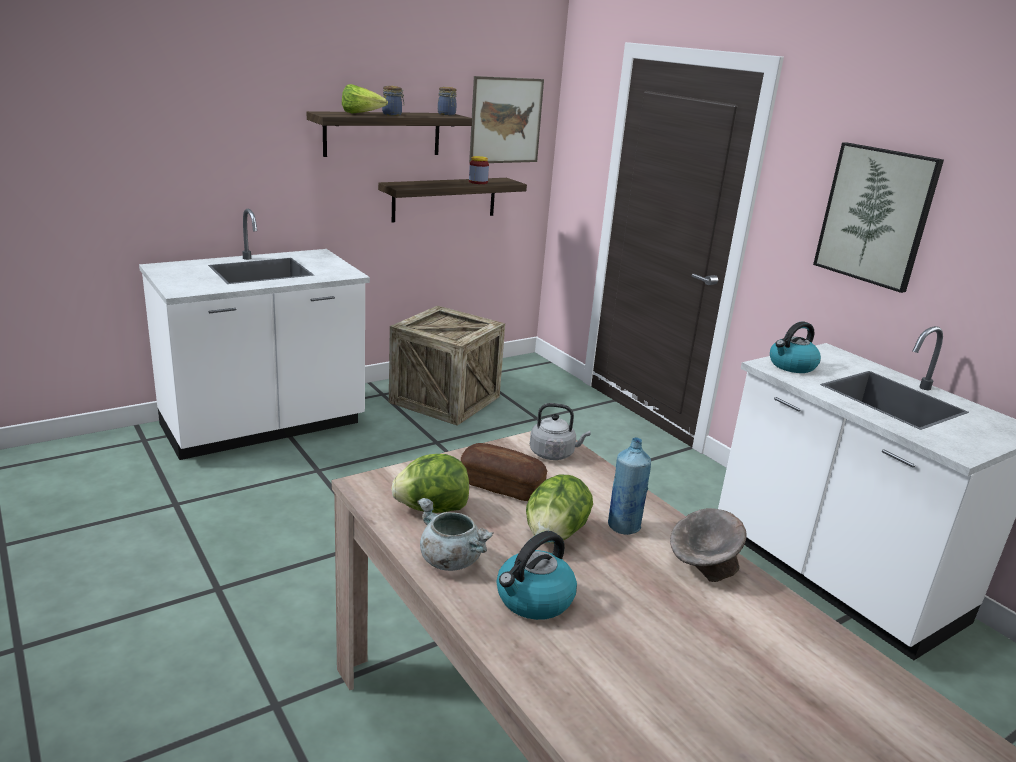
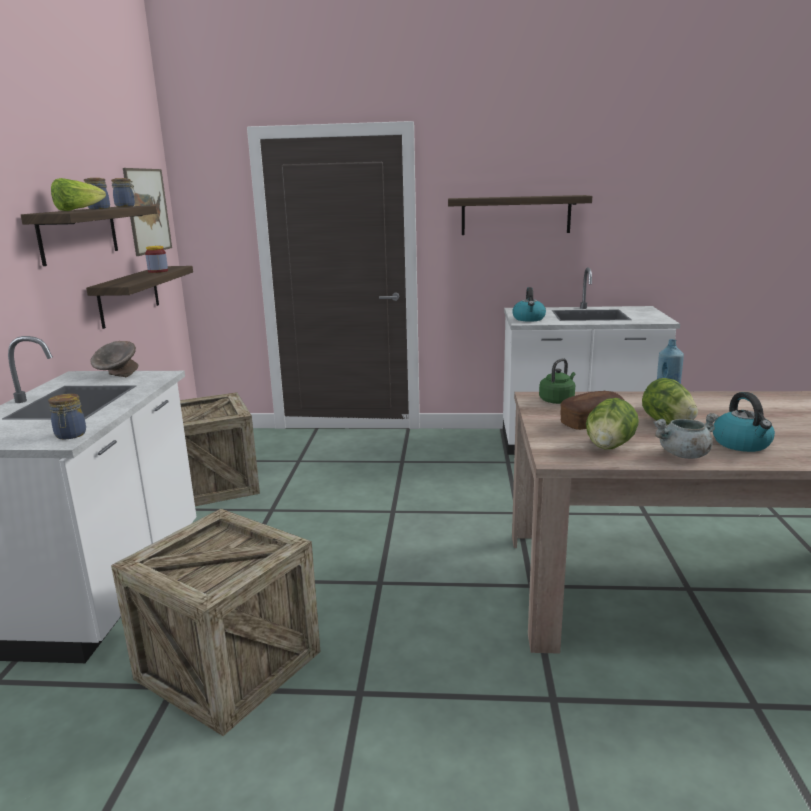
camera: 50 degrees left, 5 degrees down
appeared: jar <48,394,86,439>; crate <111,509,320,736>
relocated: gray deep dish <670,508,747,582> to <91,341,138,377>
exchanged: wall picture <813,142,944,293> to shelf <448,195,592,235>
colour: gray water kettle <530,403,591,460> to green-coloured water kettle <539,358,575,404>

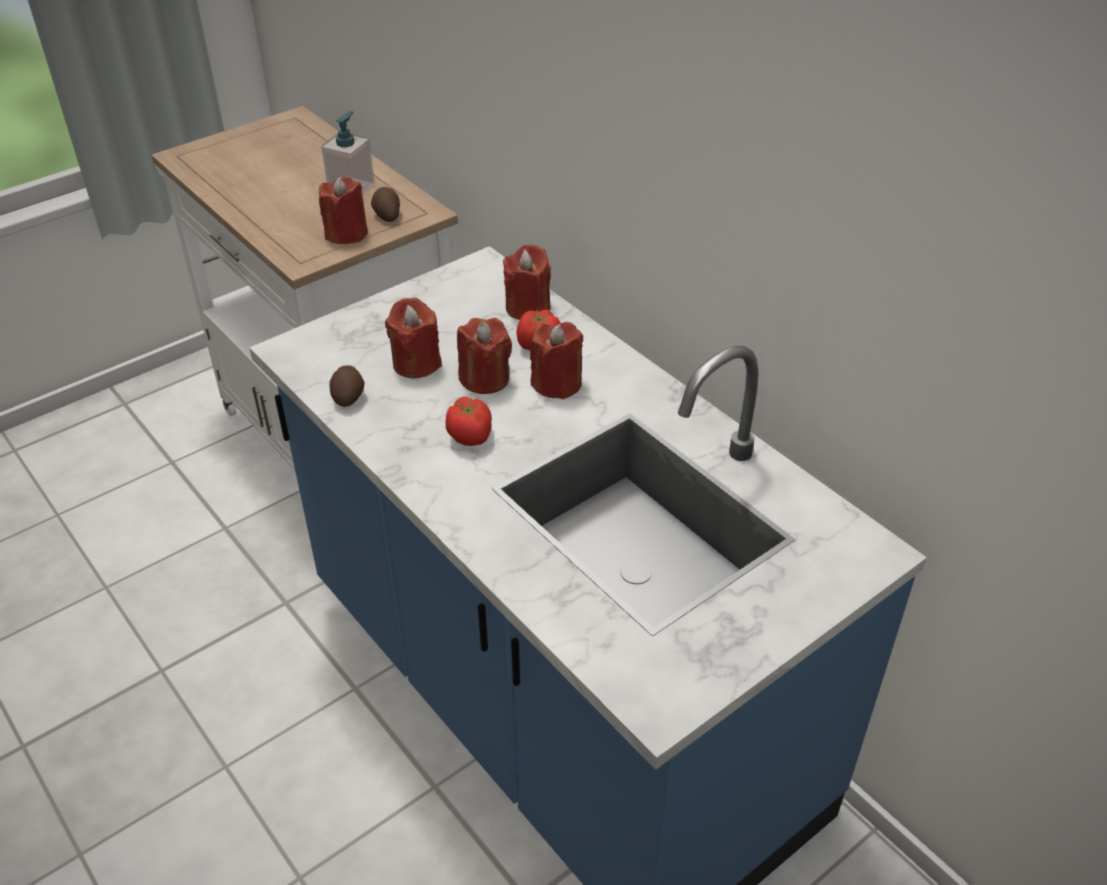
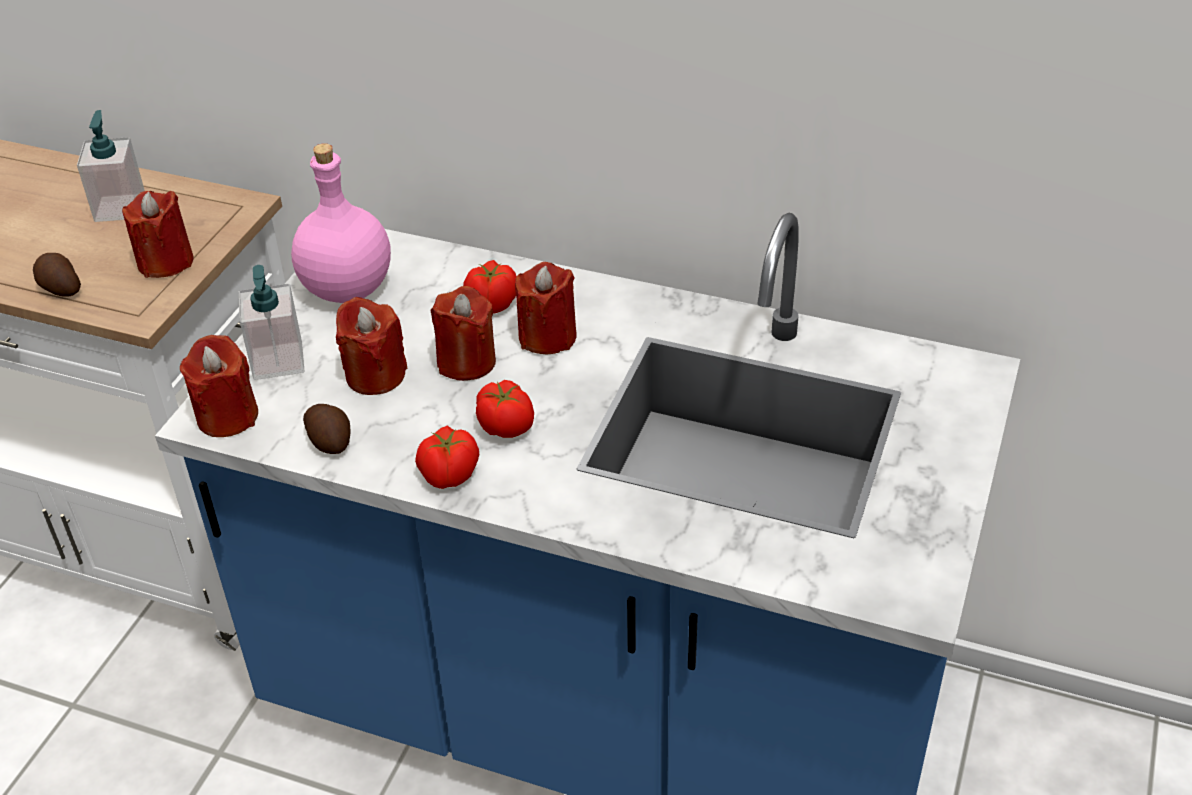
camera: 30 degrees left, 0 degrees up
appeared: liquid soap bottle <238,265,304,380>; pink beverage bottle <291,143,391,303>; whole tomato <415,425,479,489>
relocated: spud <371,187,400,222> to <33,253,81,297>; reddish candle <503,245,551,320> to <180,335,258,437>

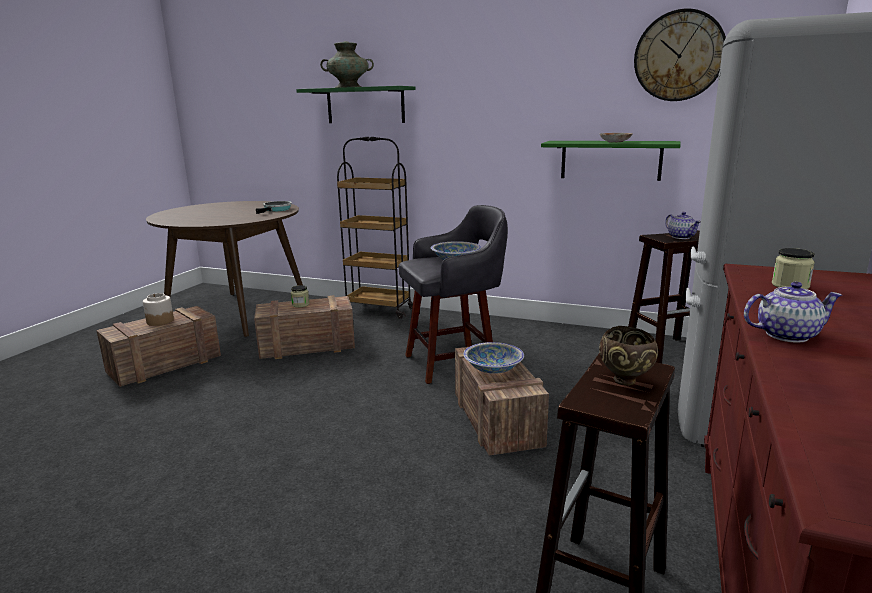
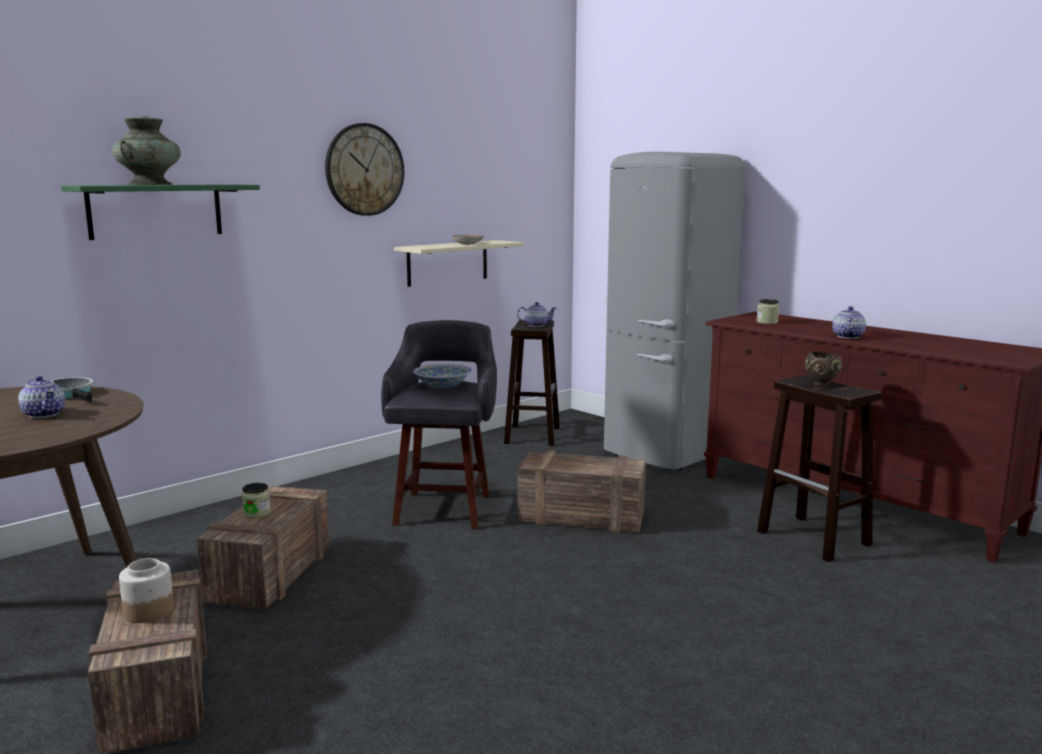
camera: 65 degrees left, 5 degrees down
missing: brown wheeled cart <337,137,413,319>; deep dish <463,342,524,374>
appeared: teapot <18,376,65,418>
relocated: wall clock <634,9,726,101> to <325,123,404,216>
colour: green-coloured shelf <541,141,681,181> to beige-coloured shelf <394,240,524,287>

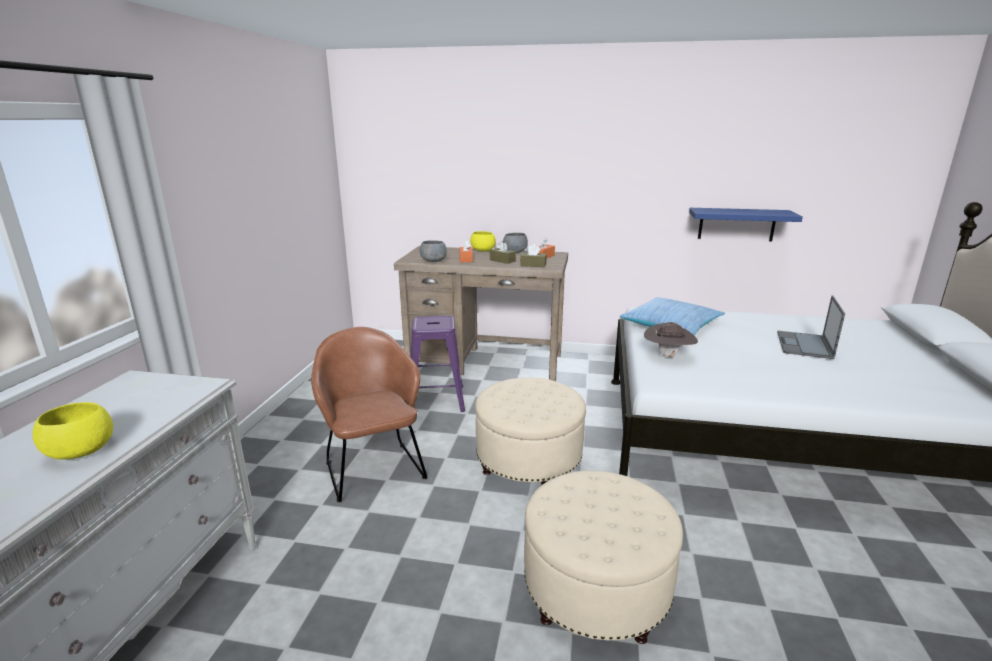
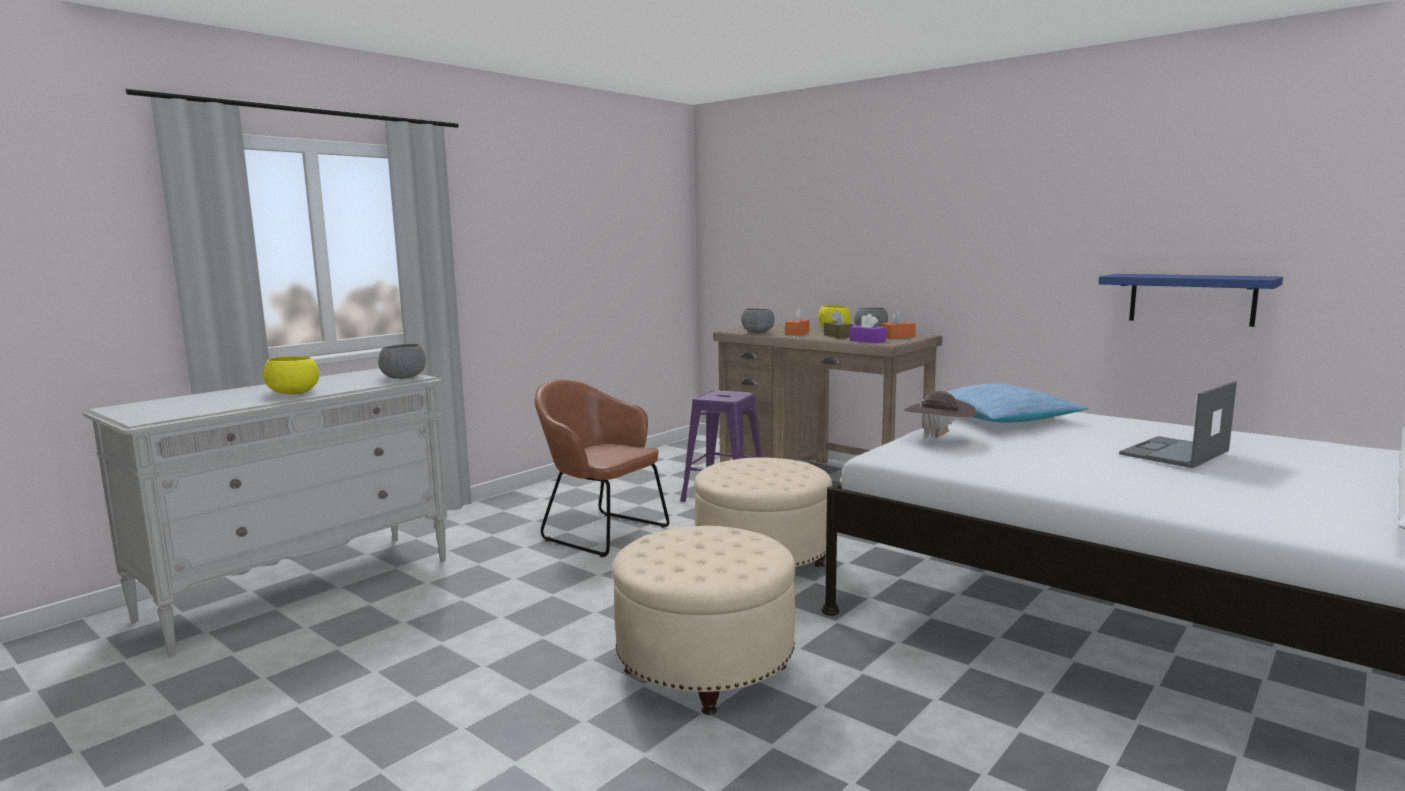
camera: 30 degrees right, 10 degrees down
appeared: gray deep dish <378,344,426,379>
colour: brown tissue holder <520,244,547,267> to purple-coloured tissue holder <850,314,886,343>
spun: brown lounge chair <311,327,427,502> = <535,379,669,557> 60 degrees counterclockwise

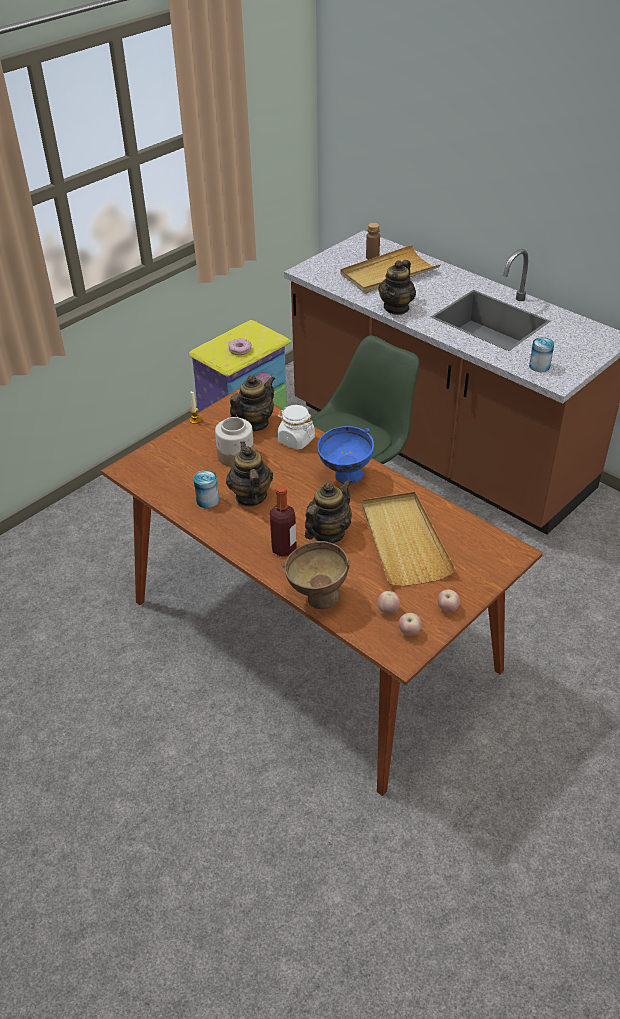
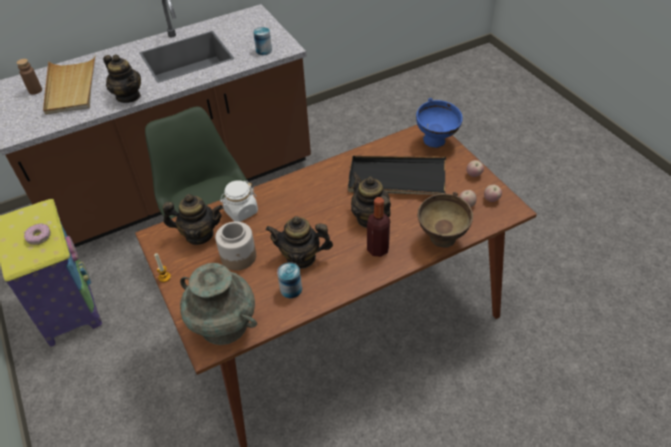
camera: 70 degrees left, 5 degrees up
appeared: turquoise vase <180,263,257,345>
relocated: blue-coloured deep dish <317,426,374,485> to <416,98,463,148>
colour: beige-coloured serving tray <361,492,456,586> to black-coloured serving tray <348,156,446,195>
spun: teapot <230,375,276,431> = <163,194,223,245> 120 degrees clockwise

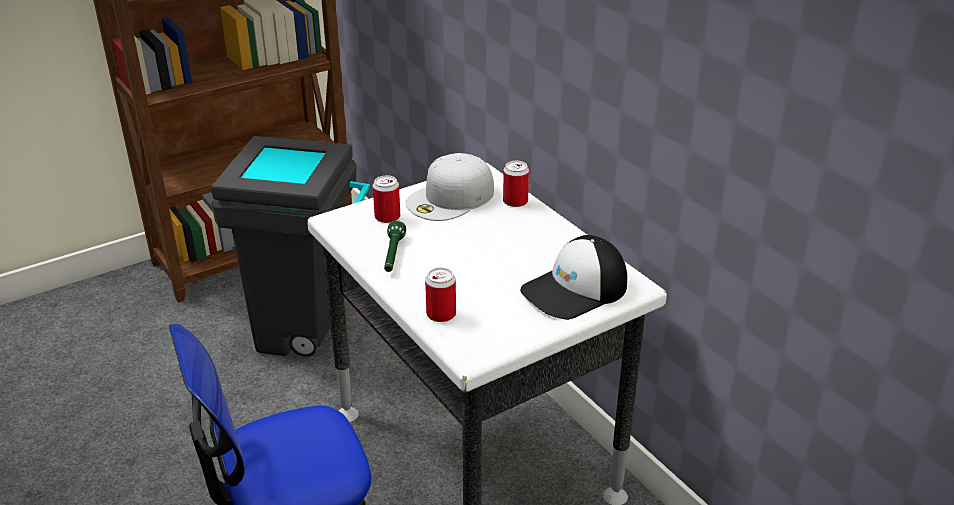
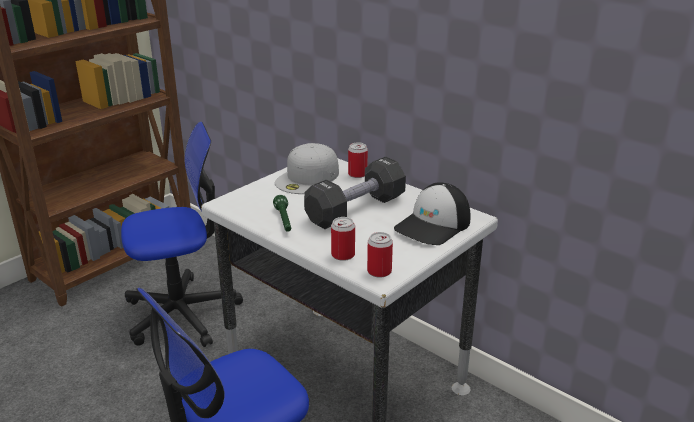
camera: 15 degrees left, 5 degrees down
appeared: black-coloured hand weight <304,157,406,229>
relocated: sealed can <373,175,400,223> to <367,232,393,278>
exchanged: gray rubbish bin <211,136,370,357> to office chair <121,122,243,347>

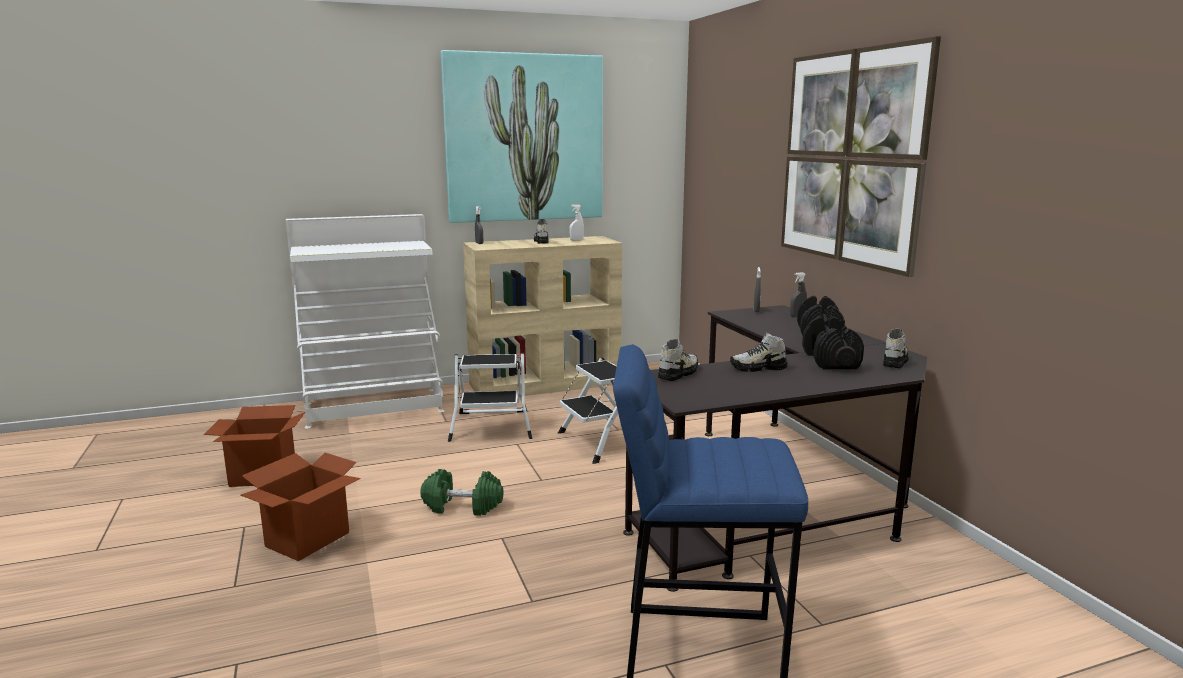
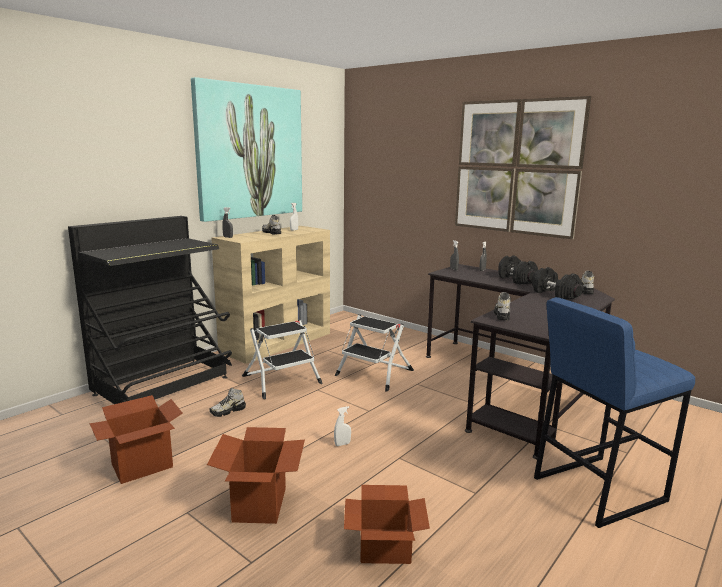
camera: 30 degrees left, 0 degrees up
appeared: cardboard box <344,485,430,564>
relocated: low shoe <730,332,787,372> to <209,388,246,417>
exchanged: green-coloured hand weight <420,469,503,516> to white-coloured sprayer <334,406,351,446>
colour: white-coloured shoe shelf <286,214,444,428> to black-coloured shoe shelf <68,216,232,404>

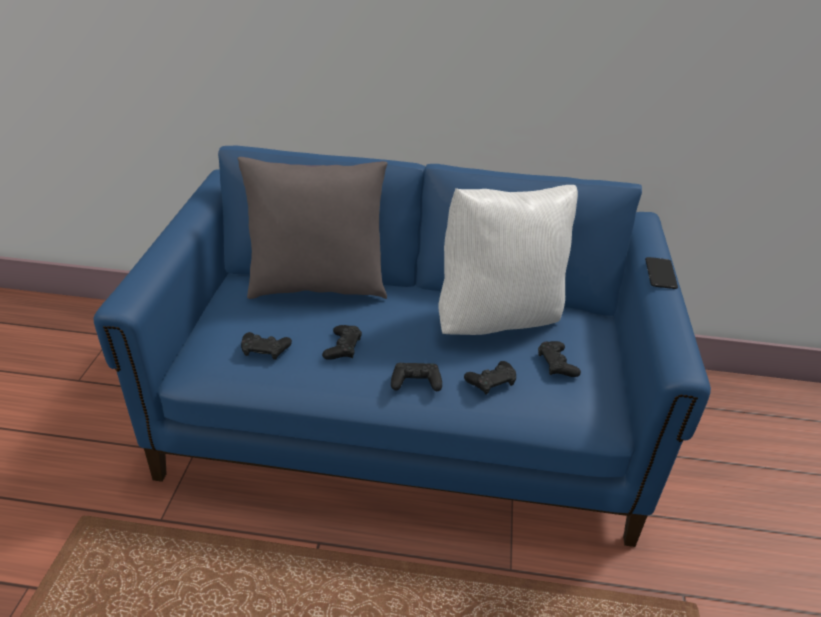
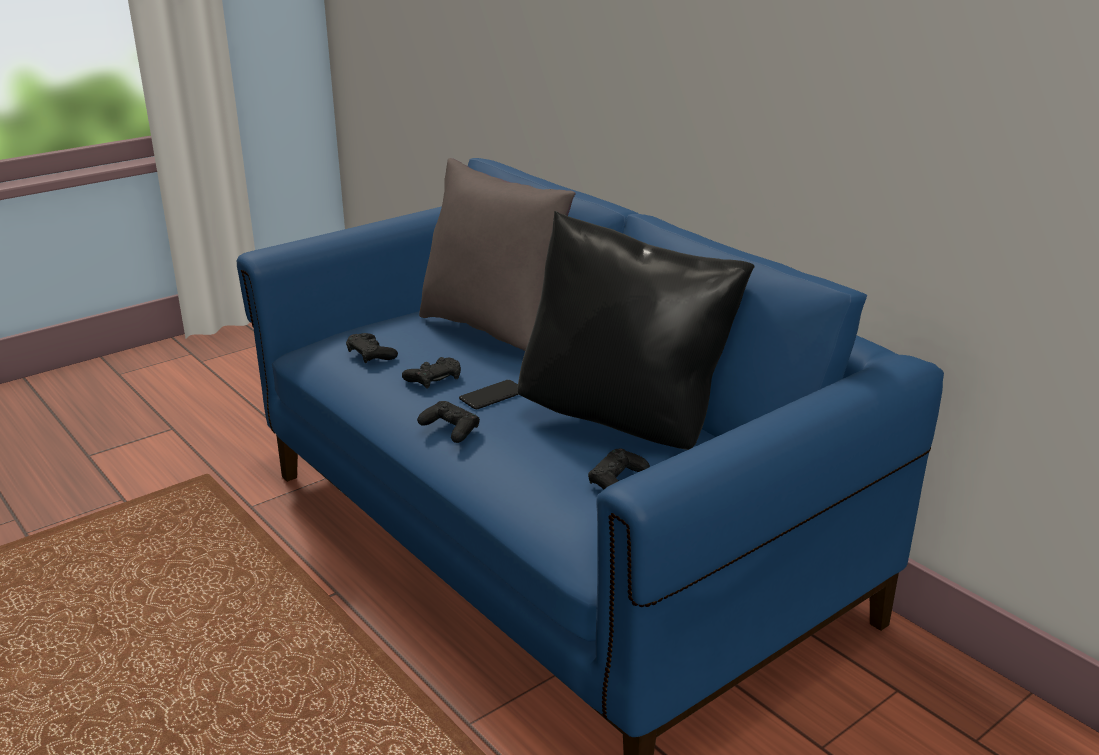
camera: 45 degrees right, 10 degrees down
missing: black-coloured joypad <464,361,516,394>
relocated: telephone <645,257,678,289> to <459,380,519,409>
colour: white-coloured pillow <439,185,578,335> to black-coloured pillow <517,211,755,450>

